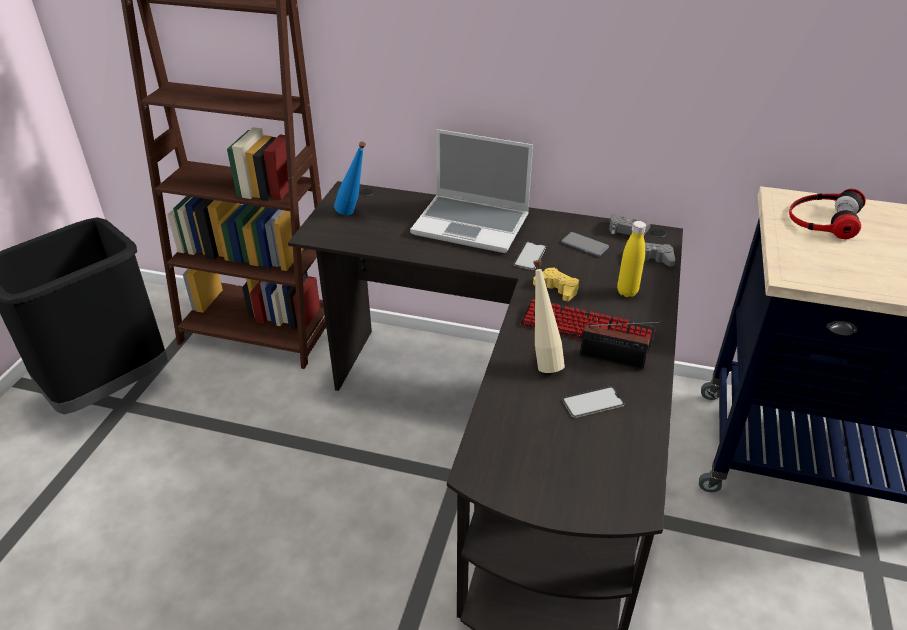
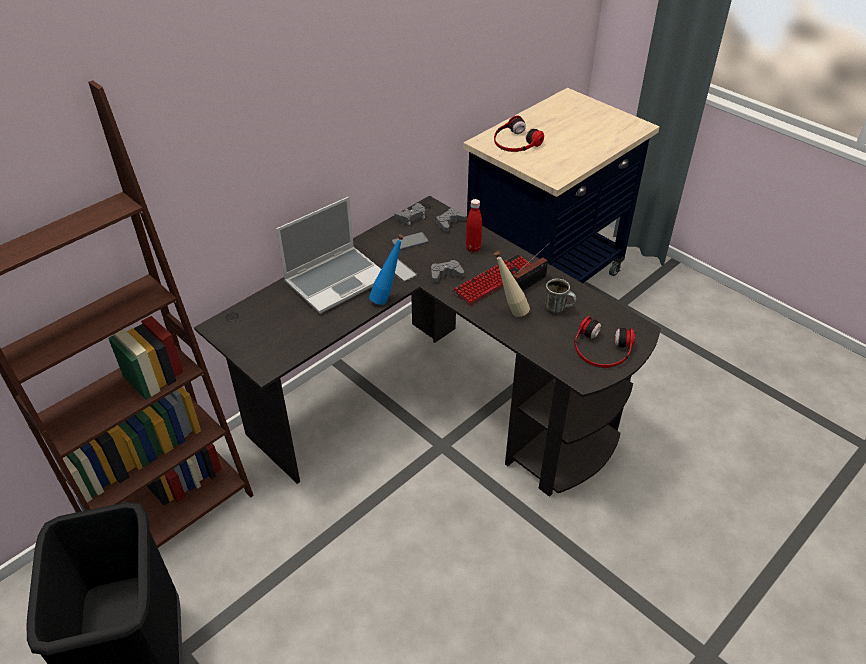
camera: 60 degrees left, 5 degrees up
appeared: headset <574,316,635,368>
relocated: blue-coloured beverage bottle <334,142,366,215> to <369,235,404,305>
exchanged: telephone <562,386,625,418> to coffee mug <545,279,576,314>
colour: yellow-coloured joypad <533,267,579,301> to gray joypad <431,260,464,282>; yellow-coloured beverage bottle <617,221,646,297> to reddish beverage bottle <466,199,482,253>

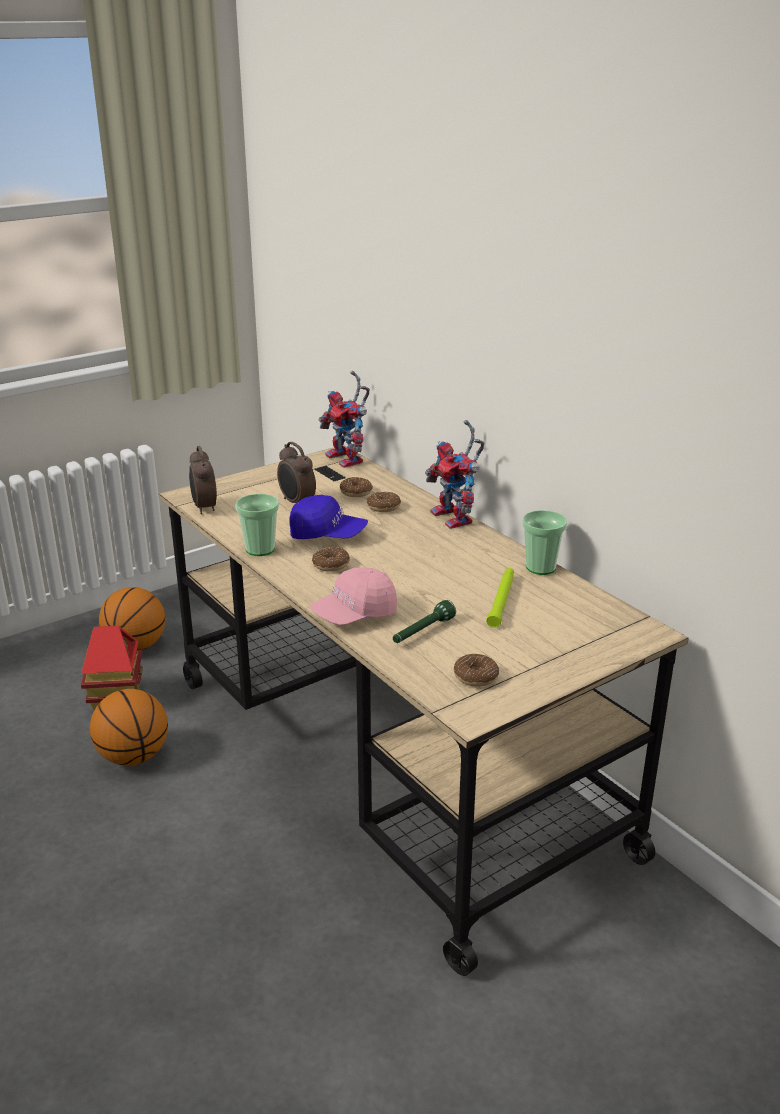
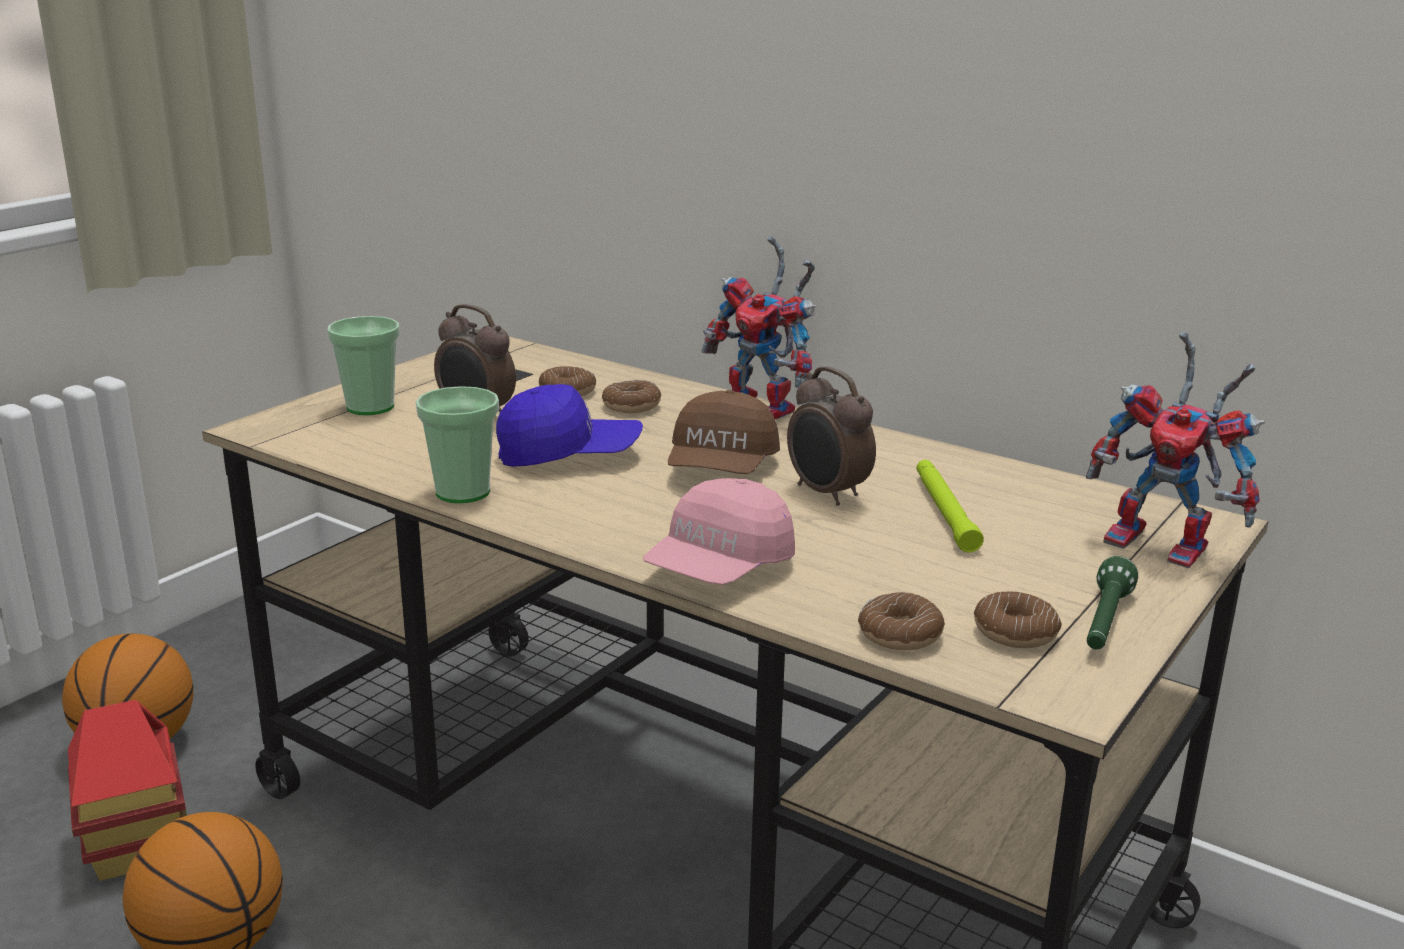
camera: 20 degrees left, 5 degrees down
appeared: brown peaked cap <668,390,780,474>
relocated: small cup <522,510,567,575> to <327,316,400,415>; alarm clock <189,446,217,514> to <787,366,876,506>; donut <312,547,350,572> to <858,592,945,650>; robot figure <319,371,370,468> to <1086,331,1265,568>; green-coloured torch <393,600,456,643> to <1087,556,1138,649>

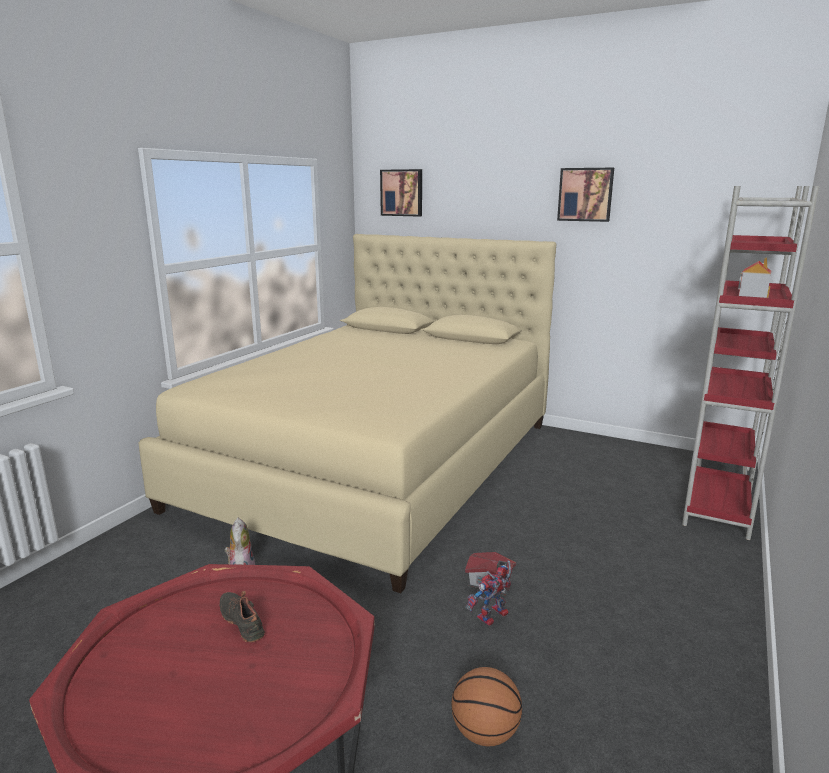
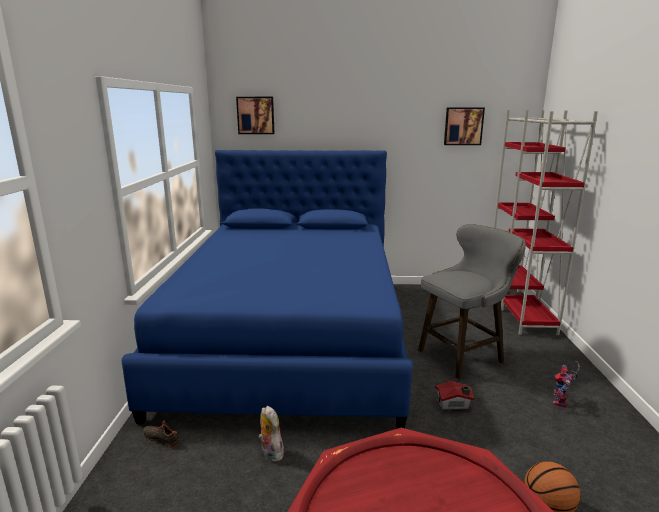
camera: 25 degrees left, 0 degrees up
missing: model house <738,257,771,298>
appeared: gray sitting stool <418,224,526,379>
relocated: black-coloured low shoe <220,591,265,643> to <143,420,180,448>; wall picture <557,168,614,222> to <444,107,485,145>; robot figure <466,561,512,626> to <553,361,580,407>
colour: beige-coloured bed <139,234,556,593> to blue-coloured bed <122,150,413,429>

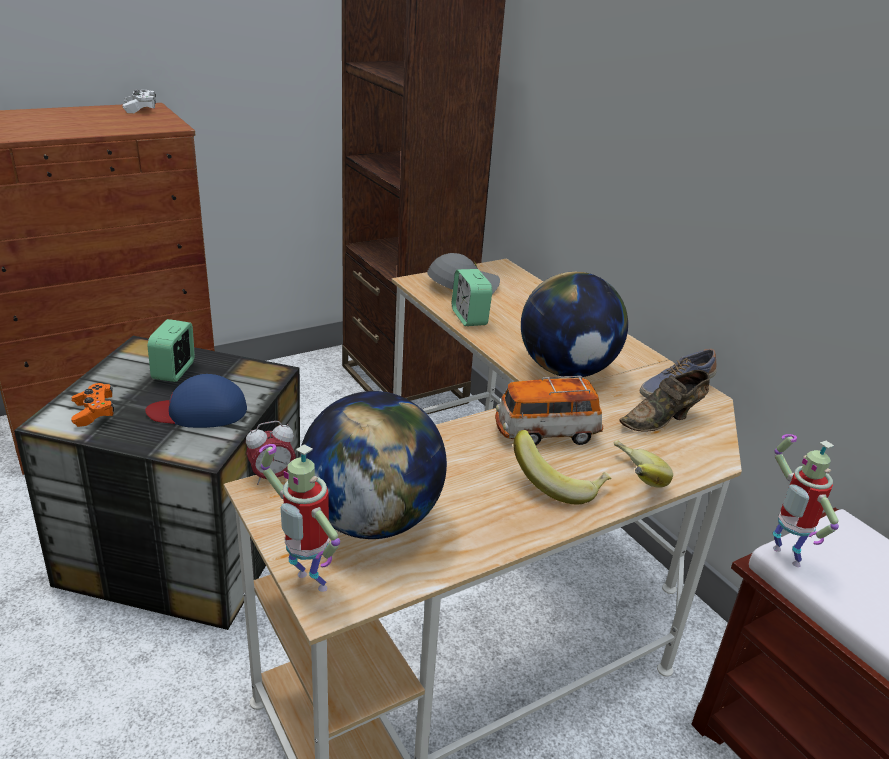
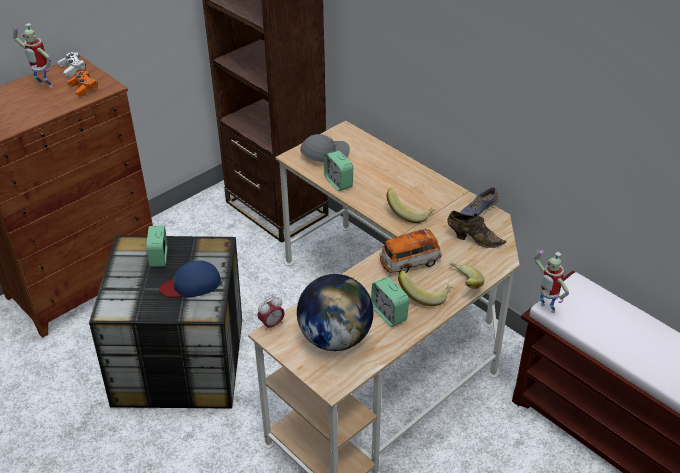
camera: 10 degrees left, 10 degrees up
appeared: alarm clock <371,277,409,327>
relocated: robot figure <259,444,340,592> to <11,23,53,88>; orangey joypad <71,383,114,427> to <67,71,98,97>
exchanged: world globe <521,271,628,378> to whole banana <386,188,435,223>
spun: brown low shoe <619,370,710,432> = <447,211,507,248> 120 degrees counterclockwise

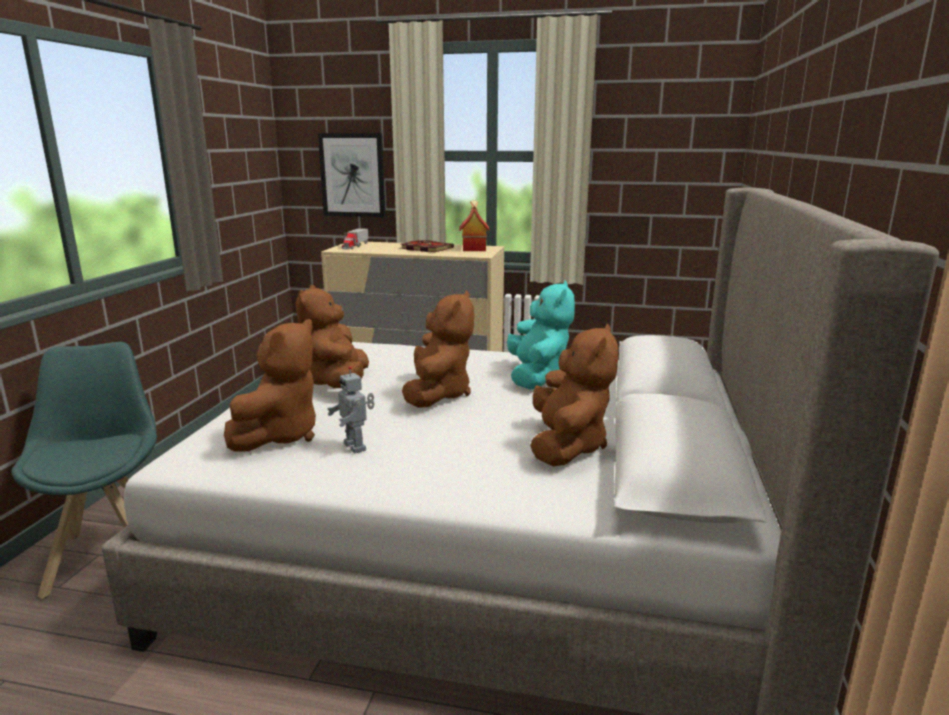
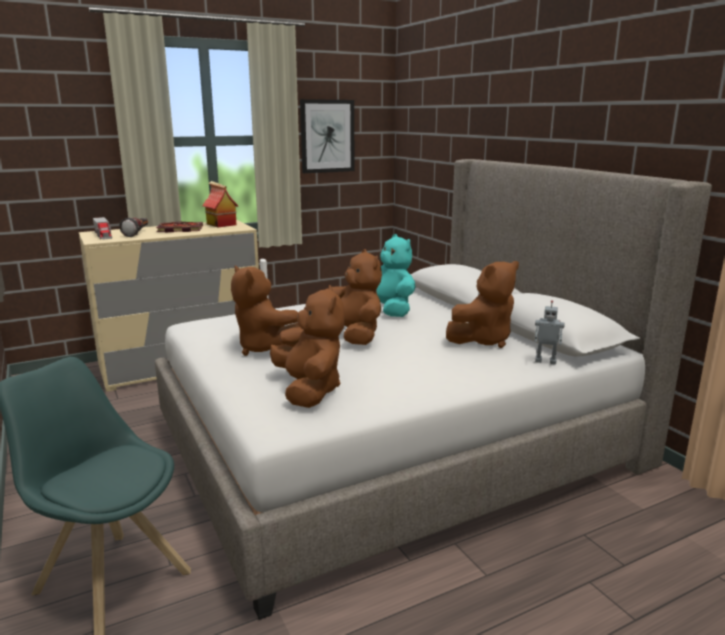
camera: 40 degrees left, 0 degrees up
appeared: torch <119,217,148,237>
relocated: wall picture <318,133,386,217> to <300,99,355,173>; robot figure <327,366,375,454> to <535,300,565,364>
spun: brown cuddly toy <530,324,618,466> = <446,261,519,348> 90 degrees clockwise

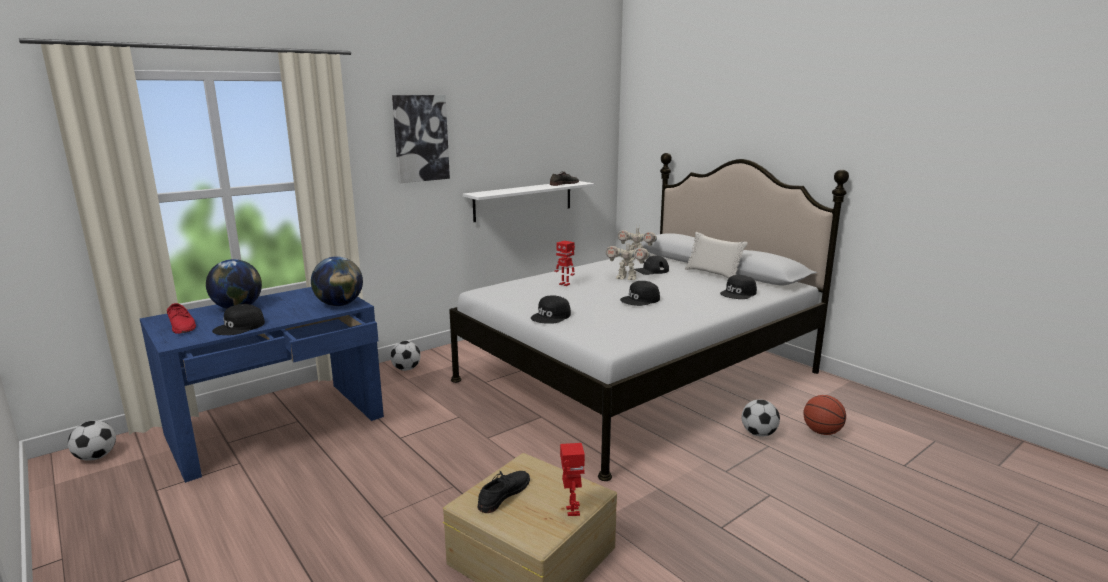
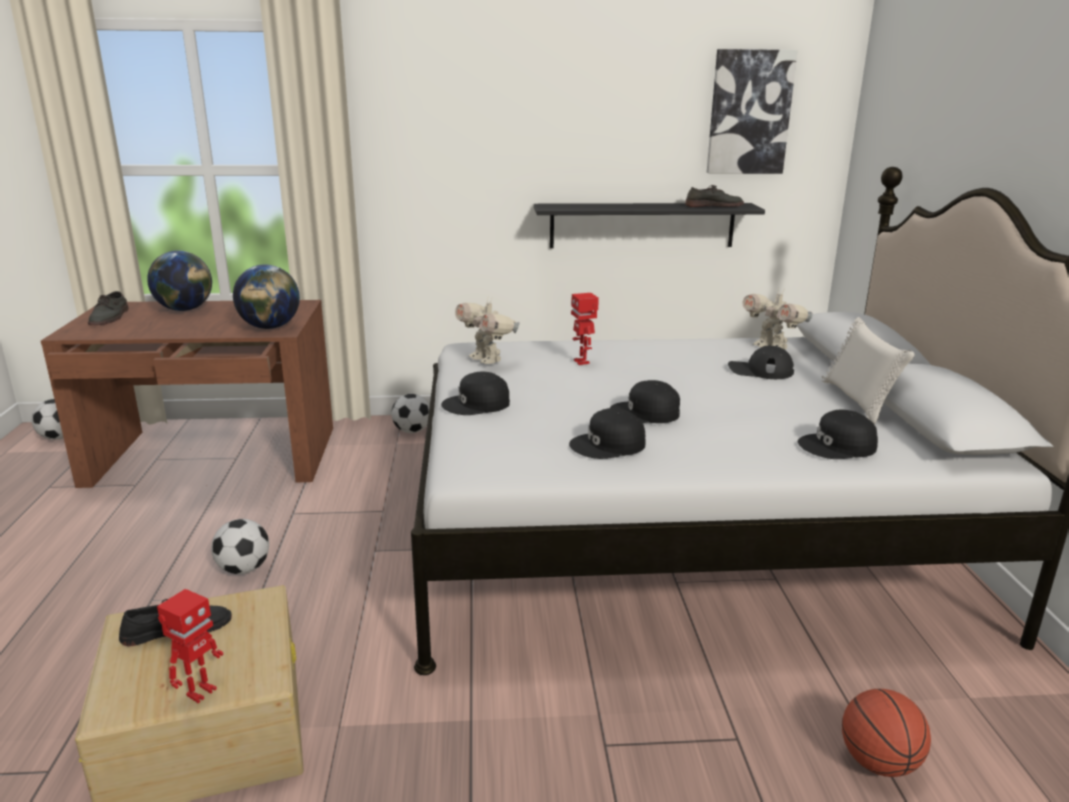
camera: 35 degrees right, 5 degrees up
relocated: football ball <742,399,780,437> to <211,519,269,574>; robot figure <606,240,650,280> to <455,299,520,364>; black-coloured peaked cap <212,304,265,335> to <569,408,645,459>; wall picture <392,95,450,183> to <707,49,798,174>
colour: blue-coloured desk <140,287,384,483> to brown desk <41,300,333,488>; reddish low shoe <167,303,196,334> to gray low shoe <88,291,129,325>; white-coloured shelf <463,181,594,222> to black-coloured shelf <534,203,765,248>

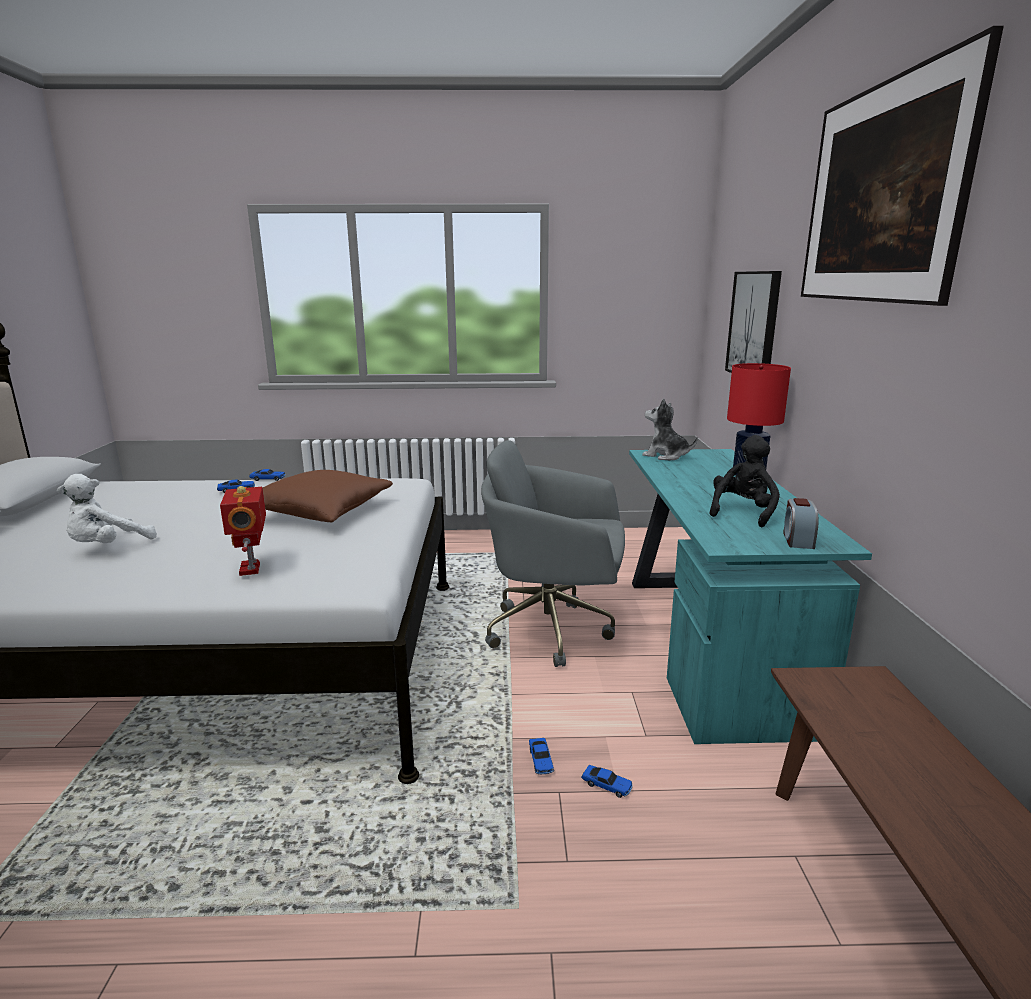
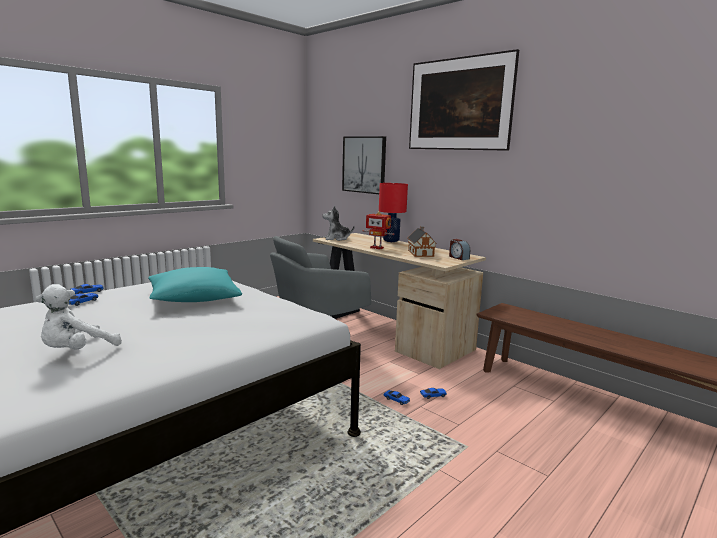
camera: 45 degrees left, 5 degrees down
relocated: robot figure <220,486,266,576> to <363,211,394,249>
exchanged: black-coloured cuddly toy <709,435,780,527> to model house <407,226,437,257>
colour: brown pillow <263,470,393,522> to turquoise pillow <148,267,242,302>; turquoise desk <629,449,872,744> to beige-coloured desk <313,233,486,369>
spun: white-coloured cuddly toy <57,474,157,543> = <35,284,122,350> 45 degrees clockwise

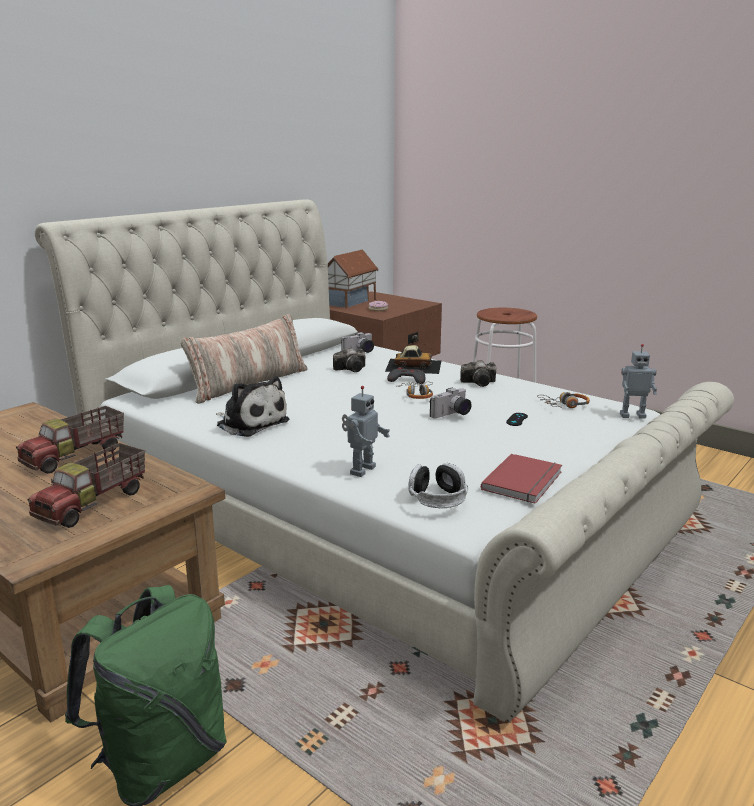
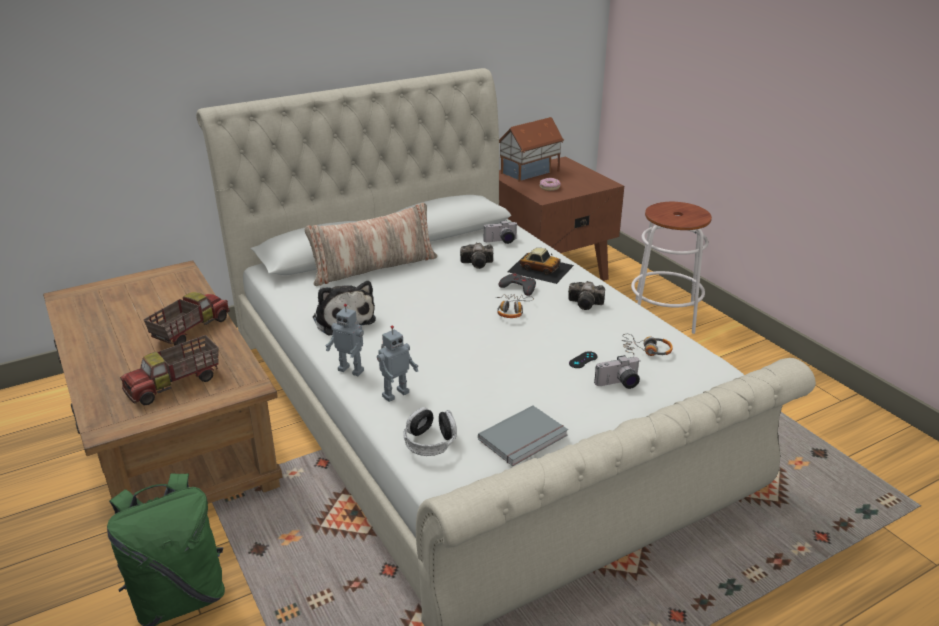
camera: 20 degrees right, 10 degrees up
relocated: robot figure <620,344,657,419> to <325,304,364,376>; still camera <430,388,472,418> to <594,355,640,389>
colour: reddish bound book <481,454,562,504> to gray bound book <478,405,568,466>
spun: toy lorry <16,406,124,474> = <143,292,230,346> 150 degrees clockwise

